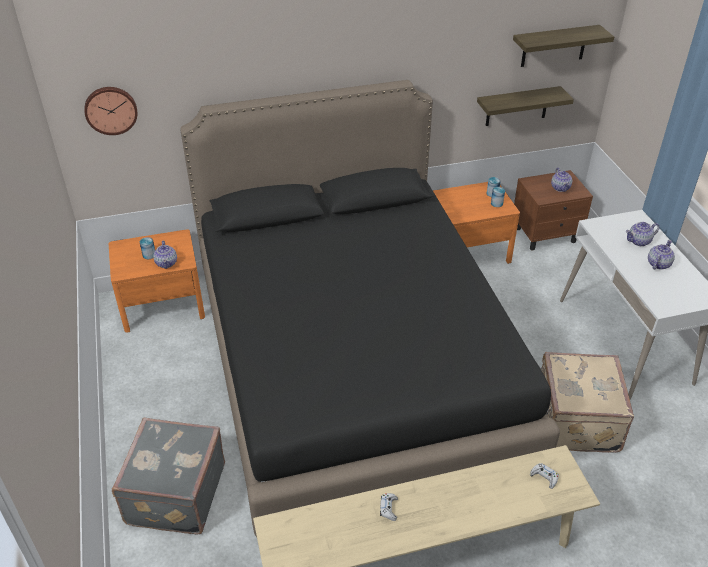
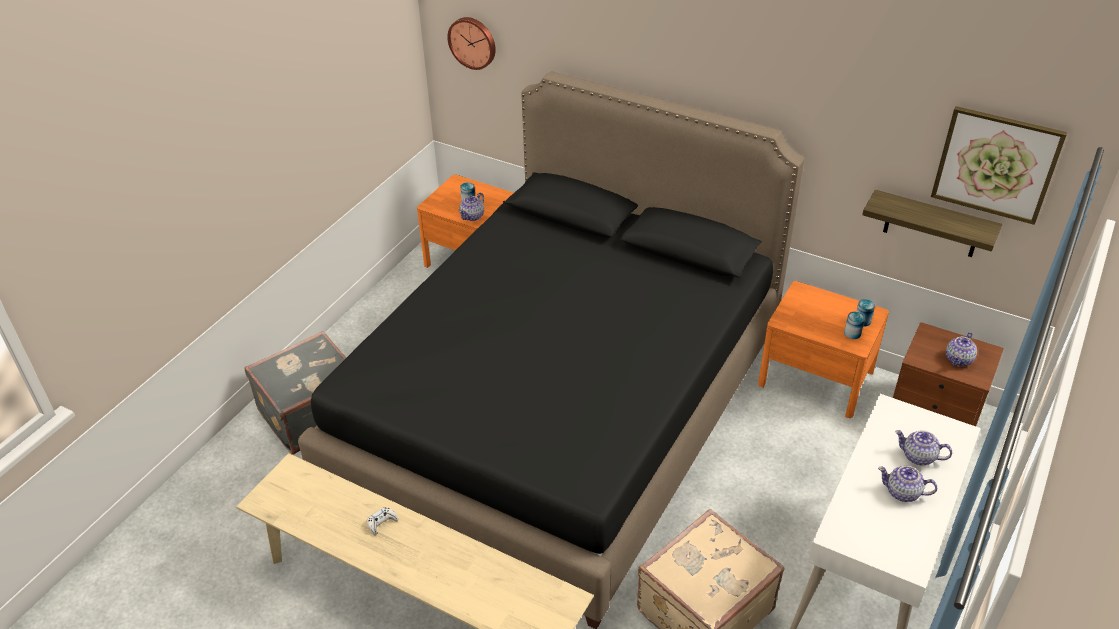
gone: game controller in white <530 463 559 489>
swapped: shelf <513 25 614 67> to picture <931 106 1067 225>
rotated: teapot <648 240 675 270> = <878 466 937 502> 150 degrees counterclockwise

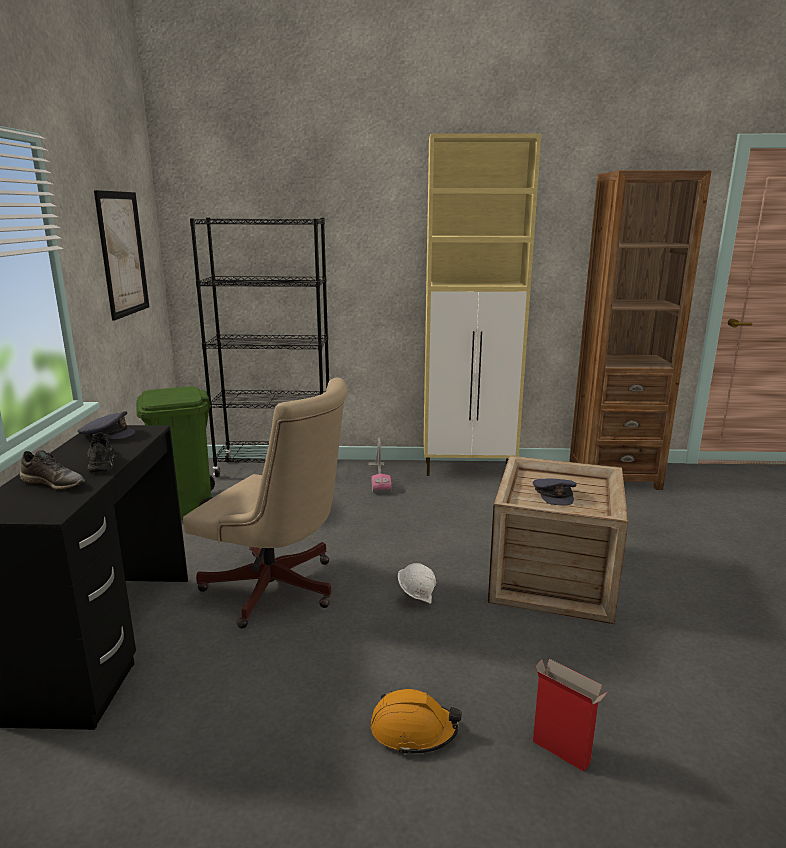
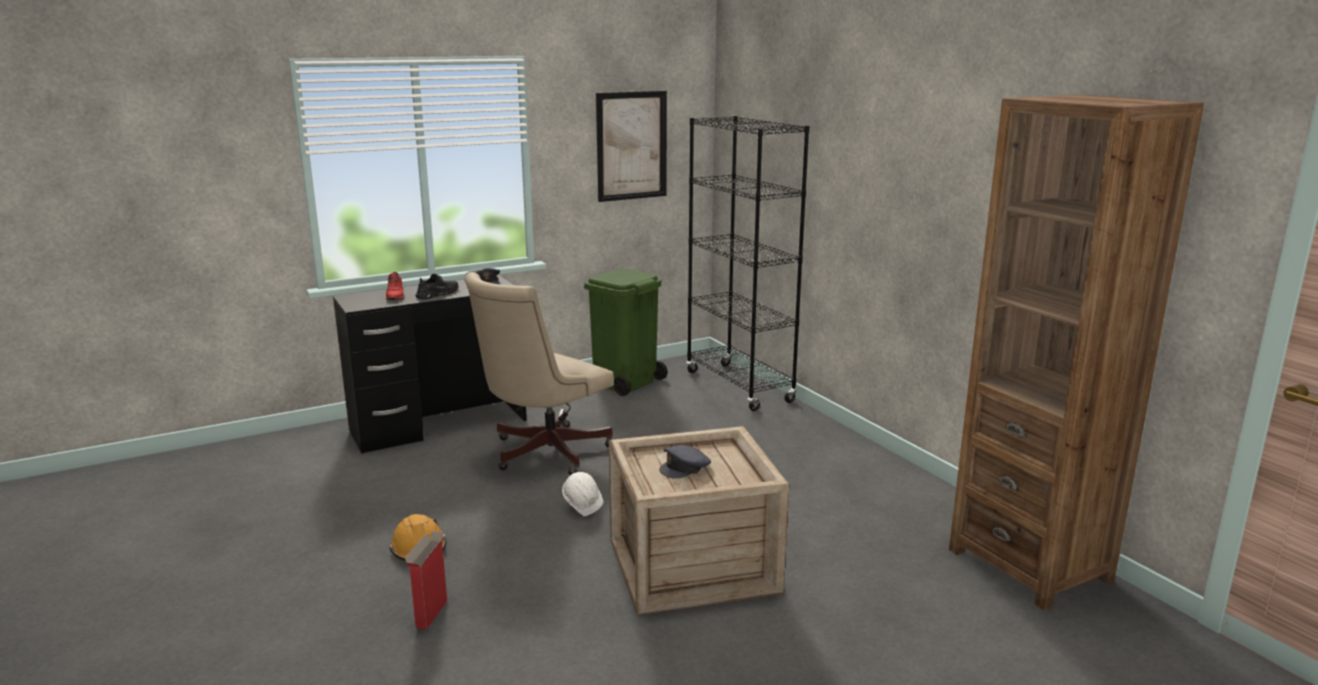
gone: cabinet in beige <423 133 541 476>; vacuum cleaner <368 438 392 493>
repainted: shoe in grey <19 450 85 490> to shoe in red <386 272 405 300>
rotated: office chair in beige <183 377 347 629> = <464 272 614 475> 45 degrees clockwise

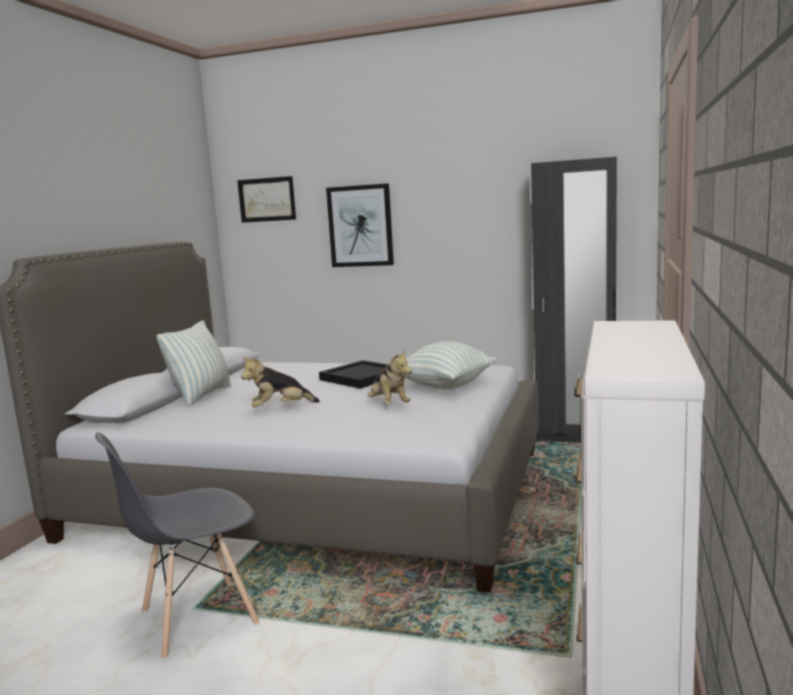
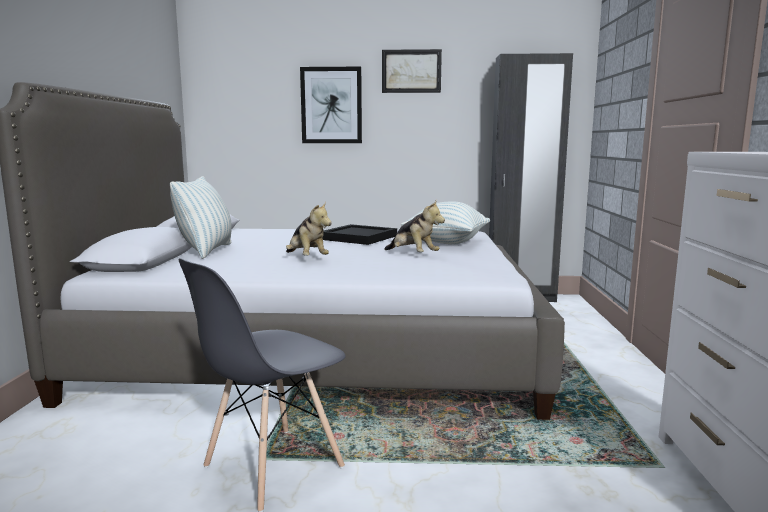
shifted: picture <237 176 296 223> to <382 49 442 93>
rotated: plush toy <241 356 320 407> = <286 201 332 256> 90 degrees counterclockwise

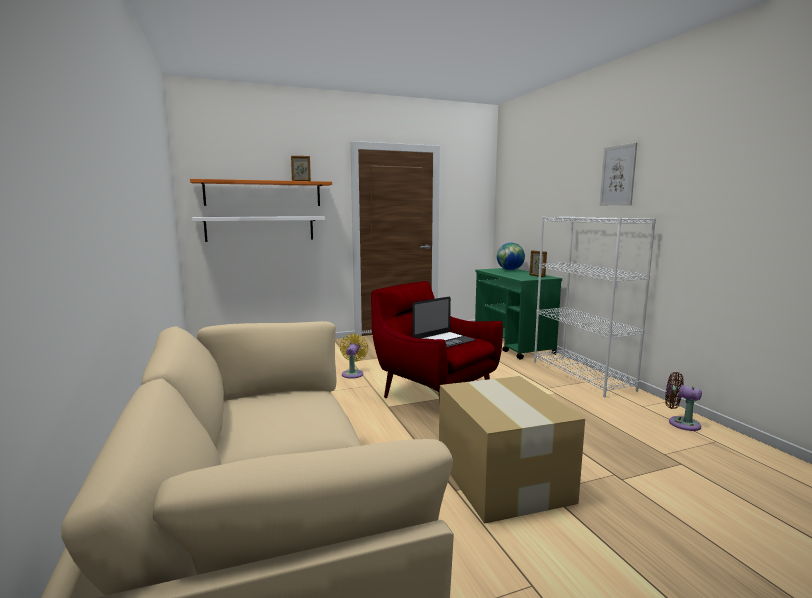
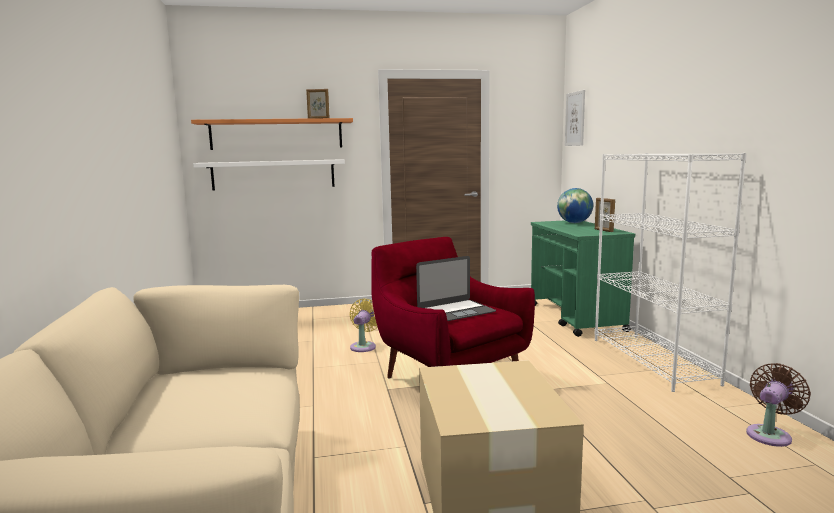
shifted: picture <600 142 637 205> to <565 90 585 146>
rotated: fan in brown <665 372 702 431> = <746 363 811 447> 90 degrees clockwise

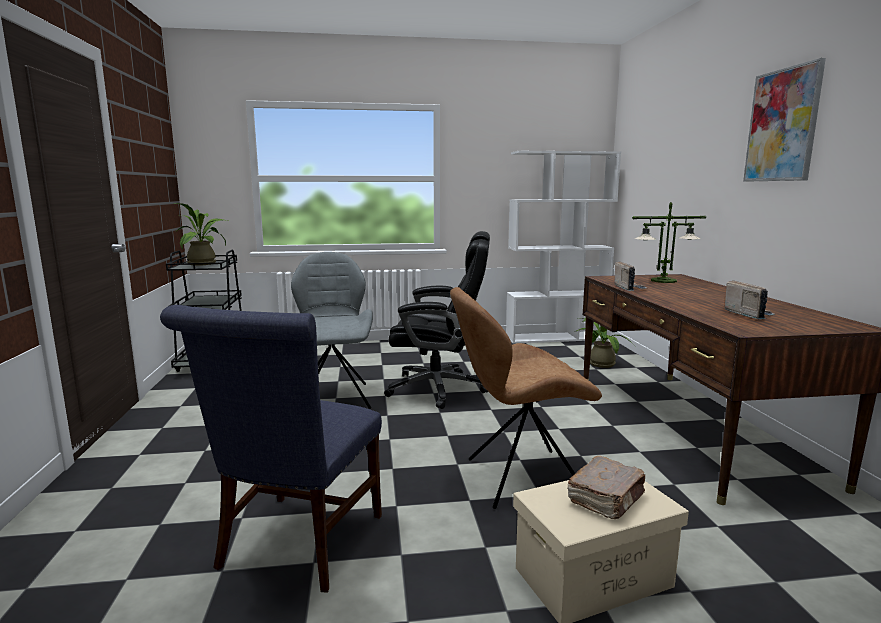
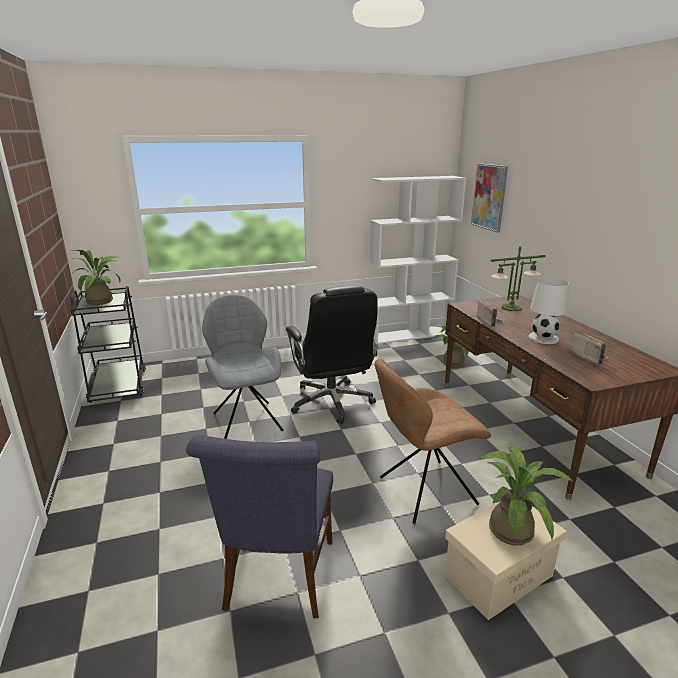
new: table lamp in white <528 278 569 344>
shifted: picture <743 58 826 182> to <471 163 508 233>
swapped: book in brown <567 456 645 519> to potted plant <479 443 575 546>
rotated: office chair in black <384 231 490 409> = <286 285 378 424> 75 degrees clockwise

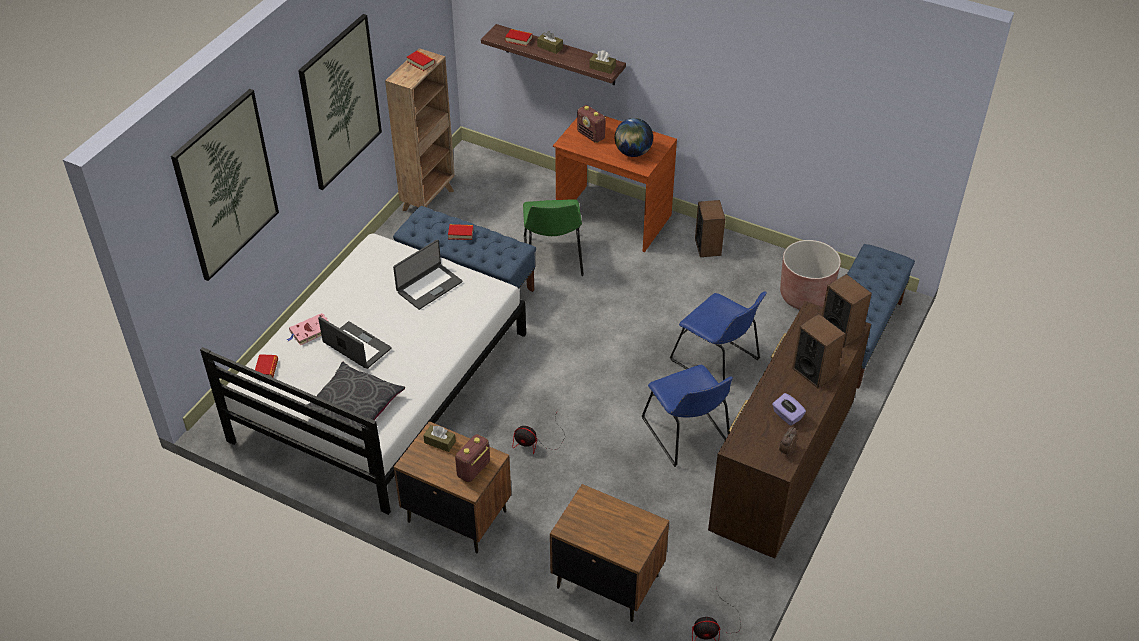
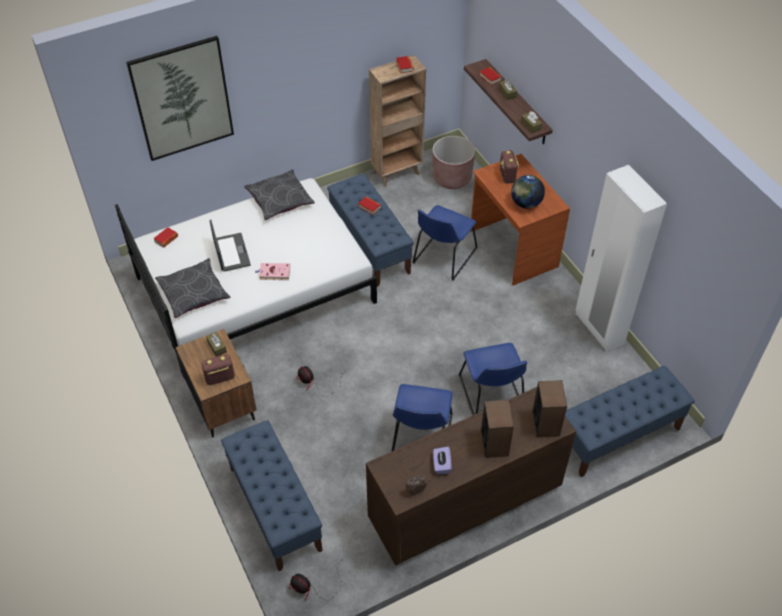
gone: picture <298 14 382 190>; speaker <695 200 725 257>; laptop <393 239 463 310>
new: wardrobe in white <575 165 667 352>; pillow in grey <244 169 314 220>
shifted: planter in brown <780 240 841 310> to <433 136 476 189>; book in pink <286 313 329 345> to <255 263 291 280>
swapped: nightstand in brown <550 484 669 622> to bench in blue <221 420 322 571>
repainted: chair in green <523 199 584 276> to chair in blue <412 205 478 281>

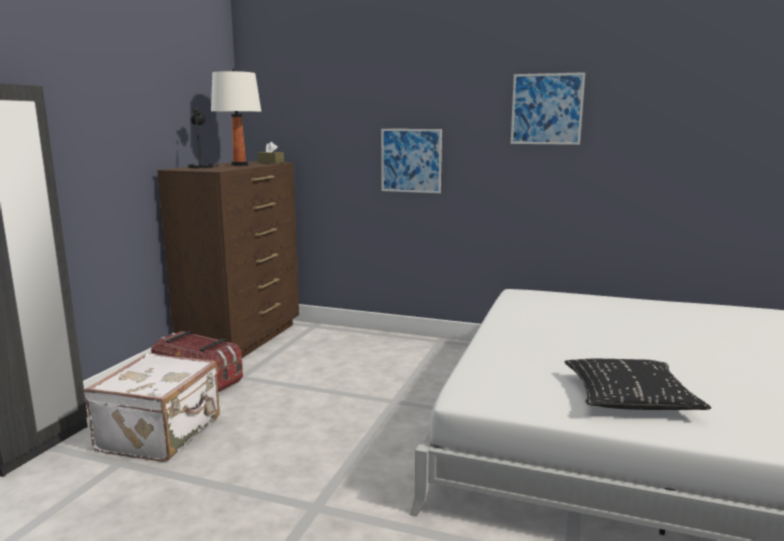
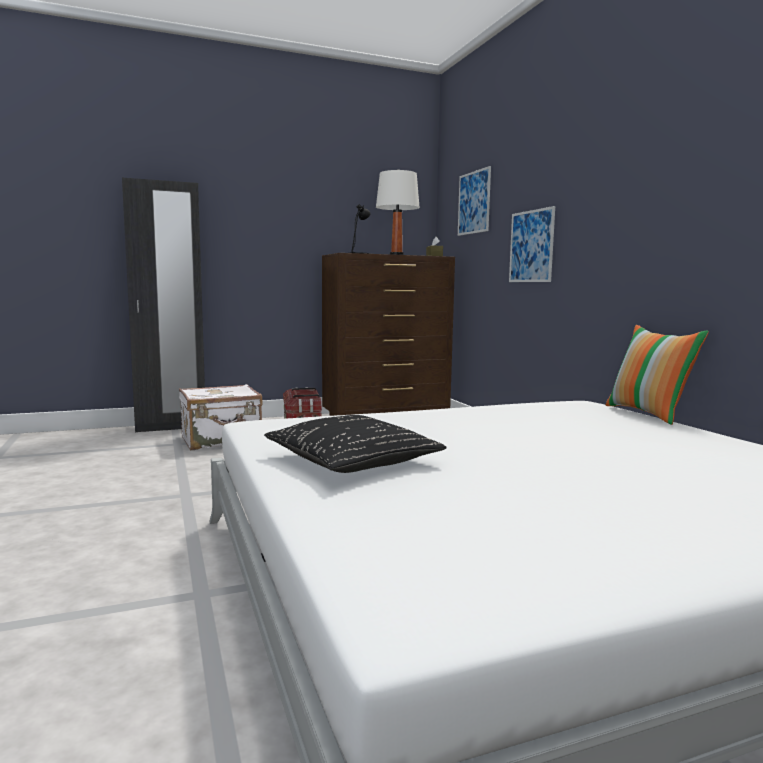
new: pillow <605 325 709 425>
shifted: picture <511 72 585 145> to <458 166 491 236>

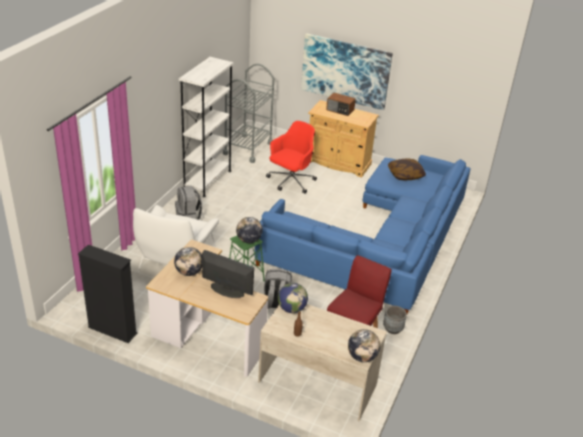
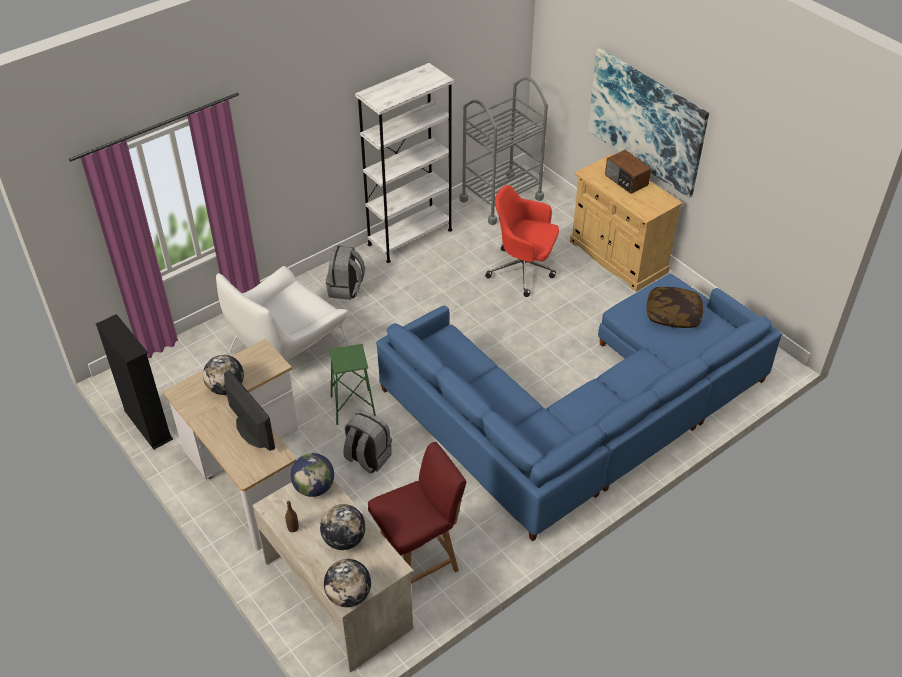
gone: planter in grey <383 306 407 334>
shifted: globe <236 217 263 243> to <320 504 366 550>
rotated: office chair in red <266 121 317 194> = <485 185 559 297> 135 degrees counterclockwise

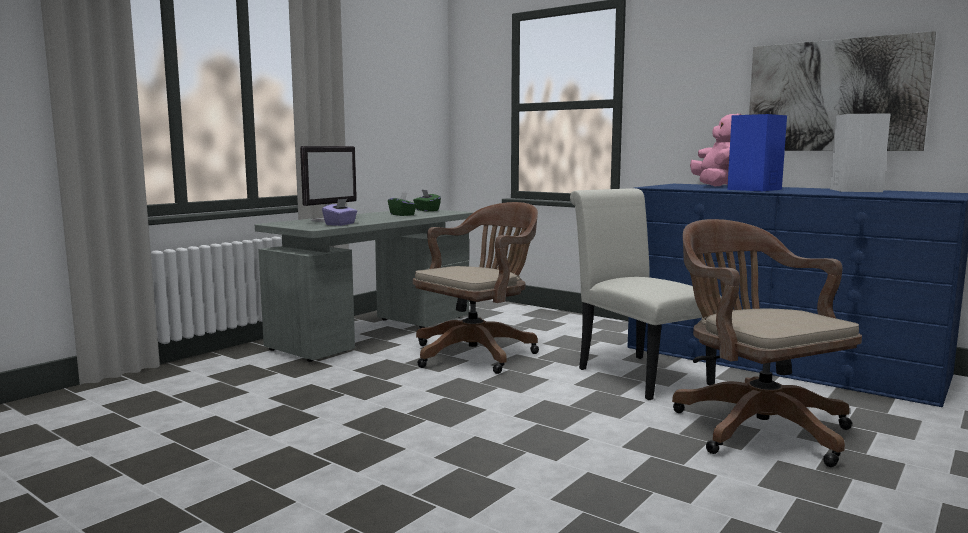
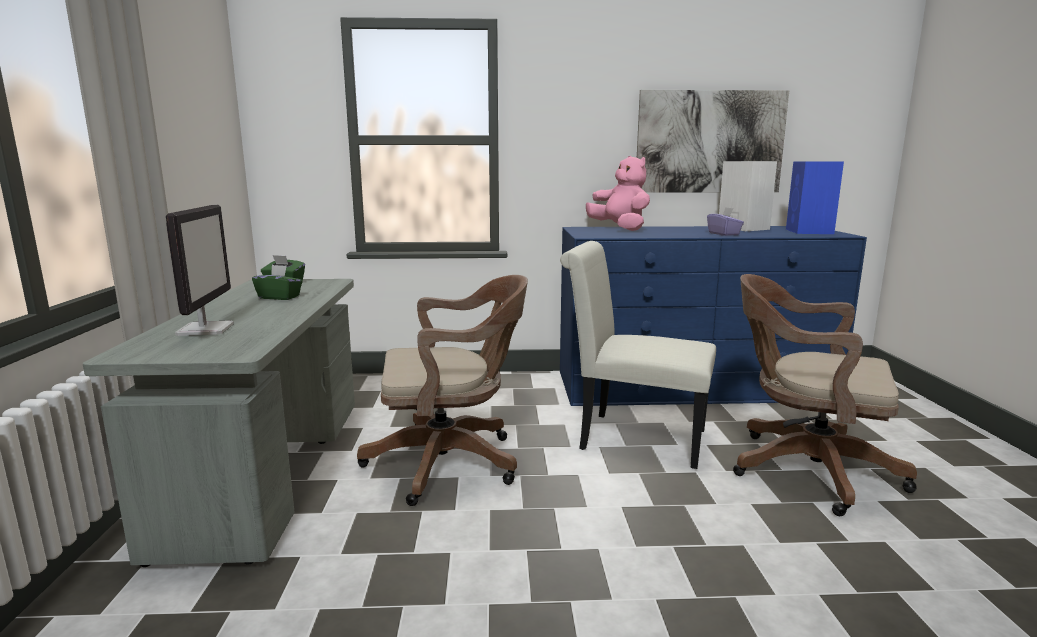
shifted: speaker in blue <727 114 787 191> to <786 161 844 234>; tissue box in purple <322 199 357 226> to <707 207 744 236>
rotated: office chair in brown <413 202 539 374> = <357 275 528 506> 75 degrees clockwise

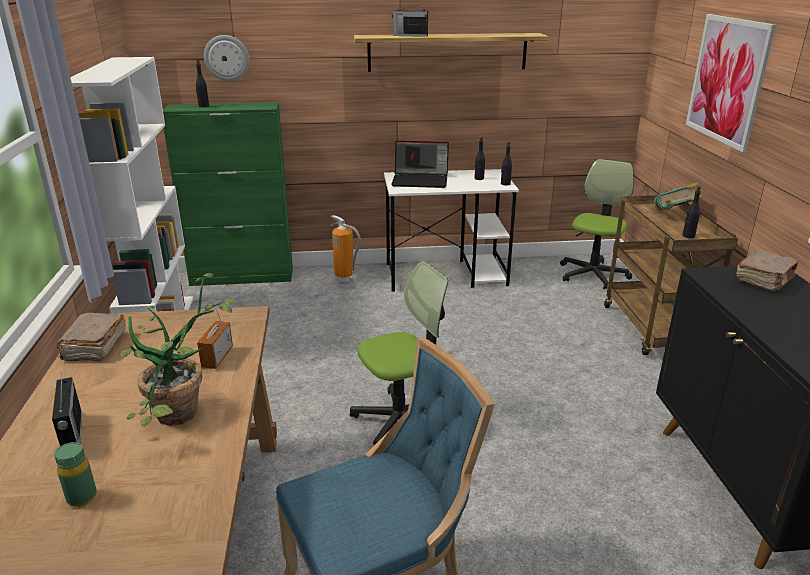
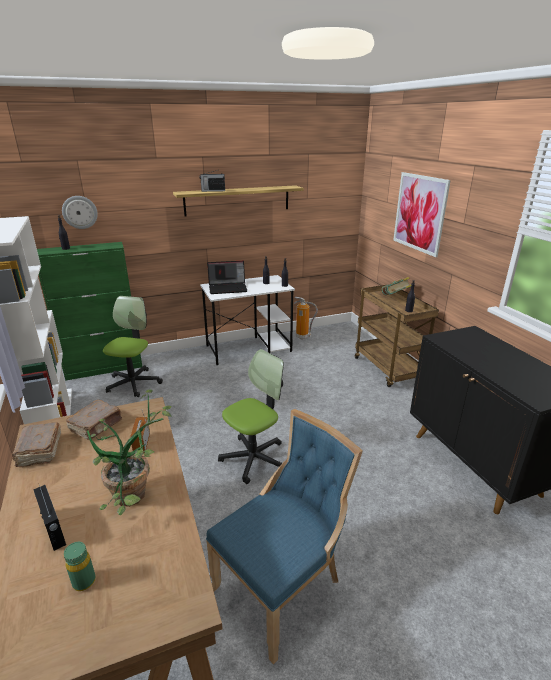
shifted: office chair <560 159 634 289> to <103 296 163 397>; fire extinguisher <330 215 361 284> to <294 297 318 339>; book in brown <736 249 798 291> to <66 400 122 440>

